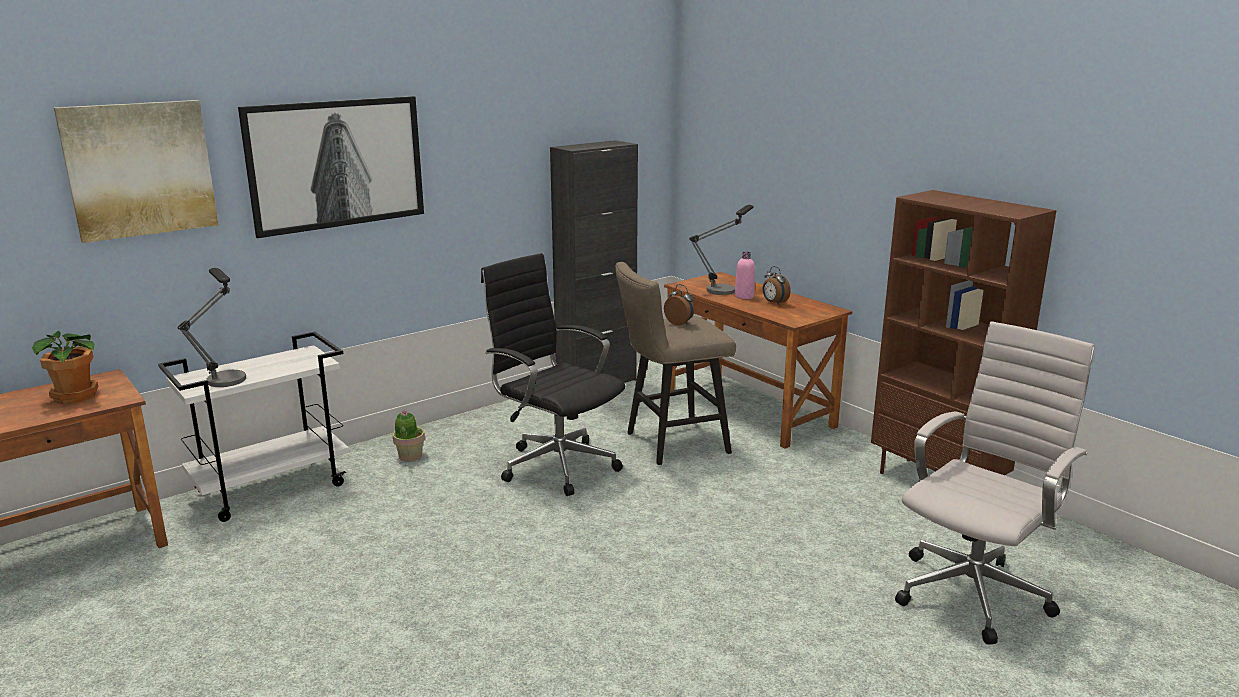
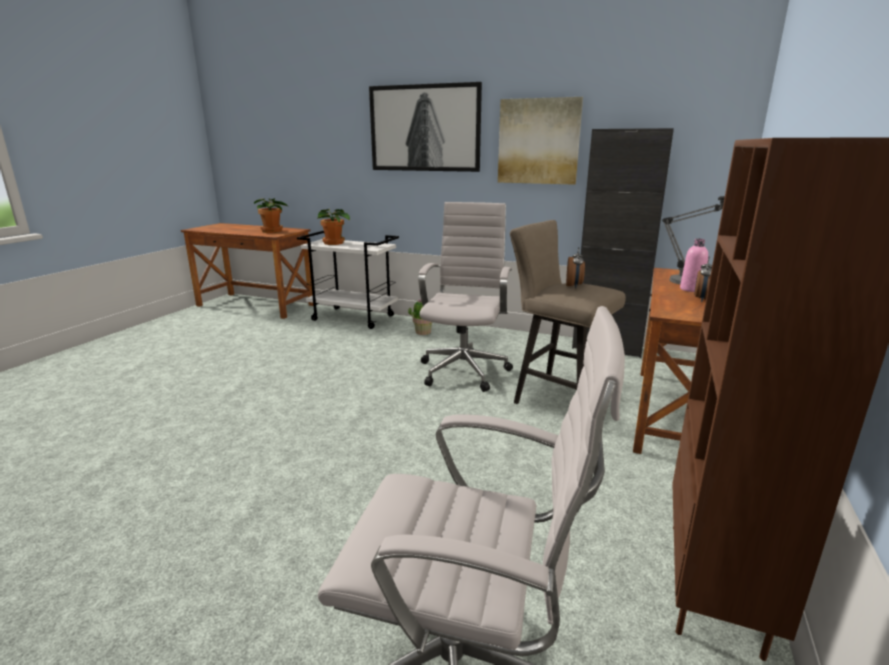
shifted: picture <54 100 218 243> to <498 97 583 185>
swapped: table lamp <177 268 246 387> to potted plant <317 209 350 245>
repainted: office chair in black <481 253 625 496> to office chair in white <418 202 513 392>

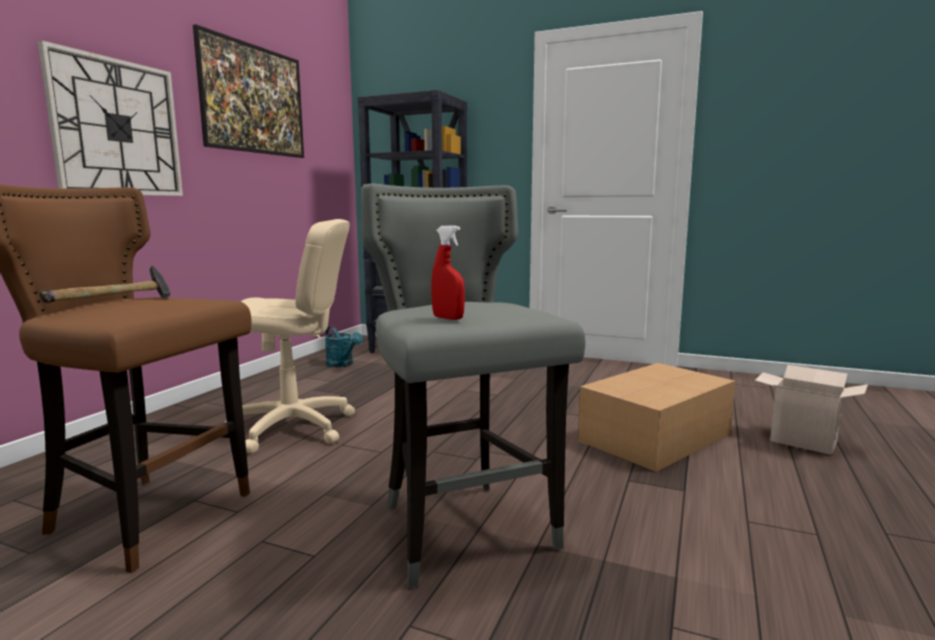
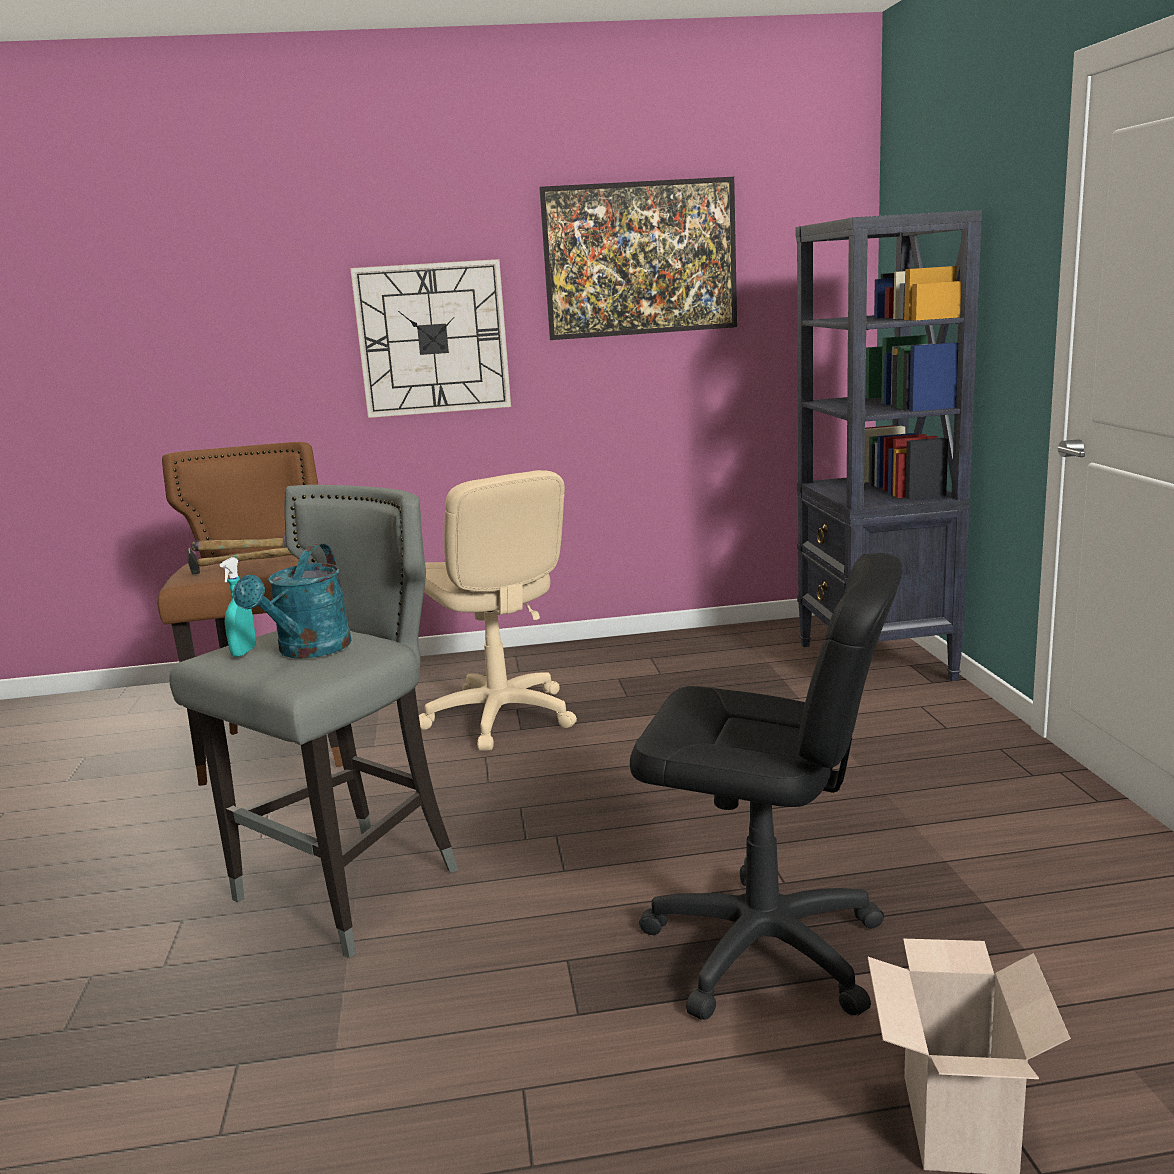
new: hammer <188 548 293 575>
shifted: watering can in turquoise <325 326 363 367> to <233 543 351 658>
swapped: cardboard box <578 363 735 472> to office chair in black <630 553 902 1020>
repainted: spray bottle in red <431 226 465 320> to spray bottle in turquoise <220 557 256 657>

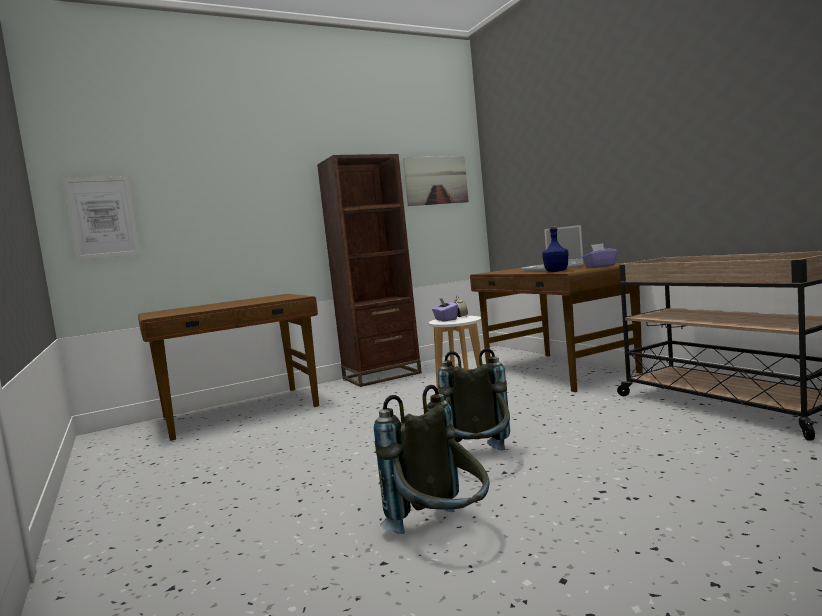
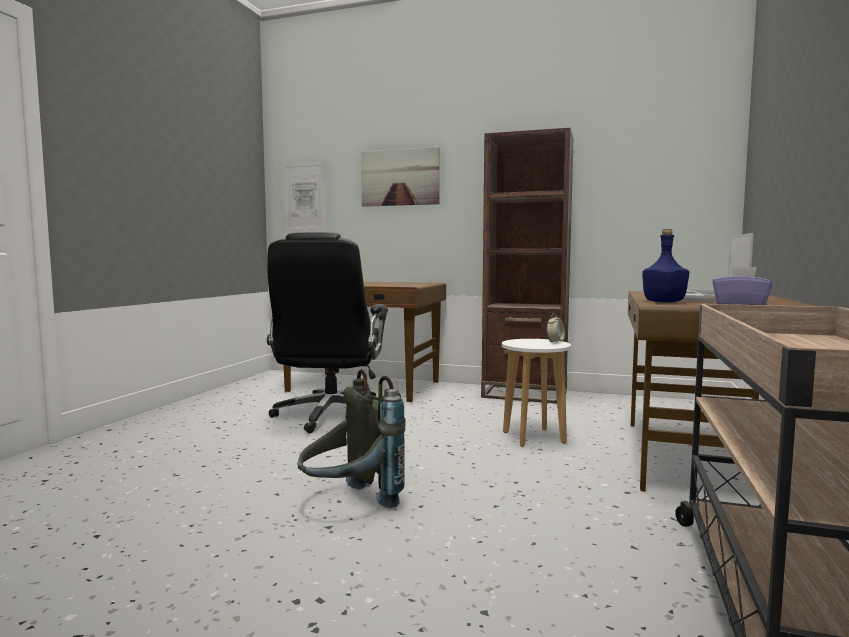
gone: tissue box in purple <432 298 458 321>; backpack in grey <374 385 489 534>
new: office chair in black <267 232 388 433>
shifted: picture <403 156 469 206> to <361 147 440 207>

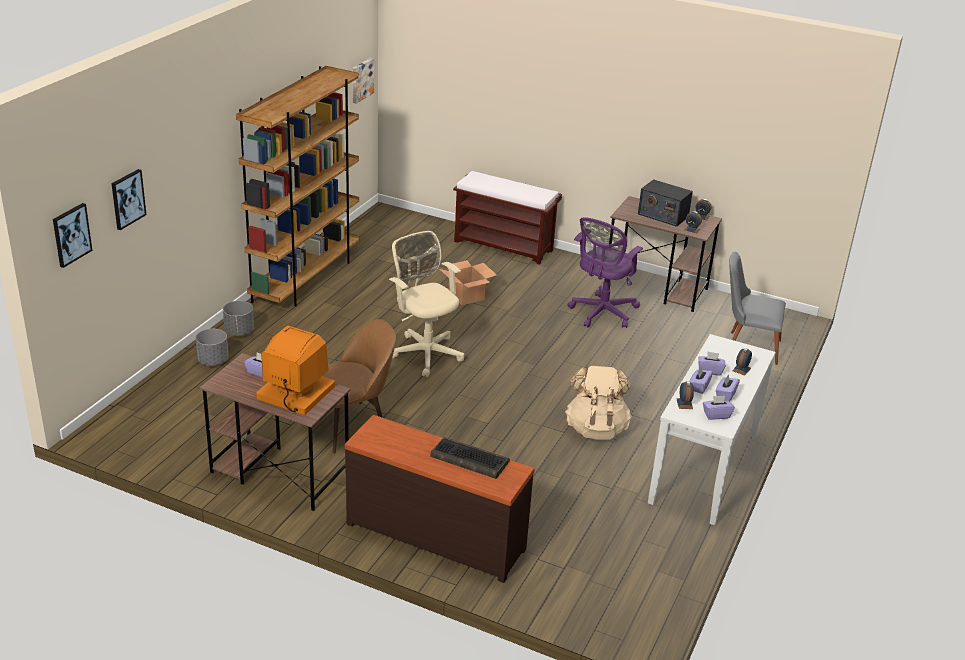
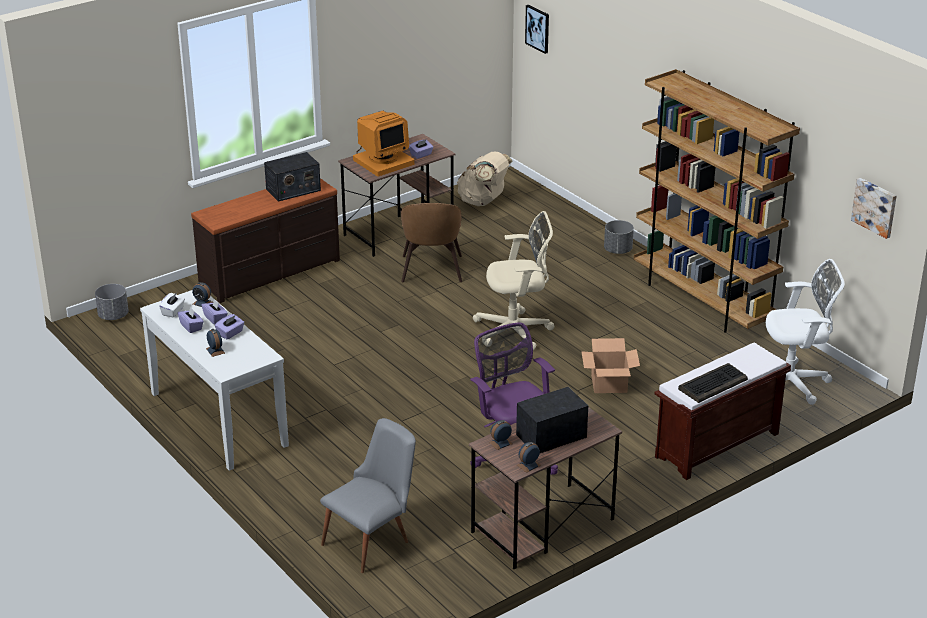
gone: picture <111 169 147 230>
new: radio <264 152 321 202>; office chair in white <766 259 845 405>
shifted: planter in grey <196 329 228 365> to <95 284 129 320>; backpack in beige <565 366 632 440> to <457 152 513 206>; keyboard <430 437 510 479> to <678 363 748 403>
repainted: tissue box in purple <703 396 735 420> to tissue box in white <159 293 185 317>

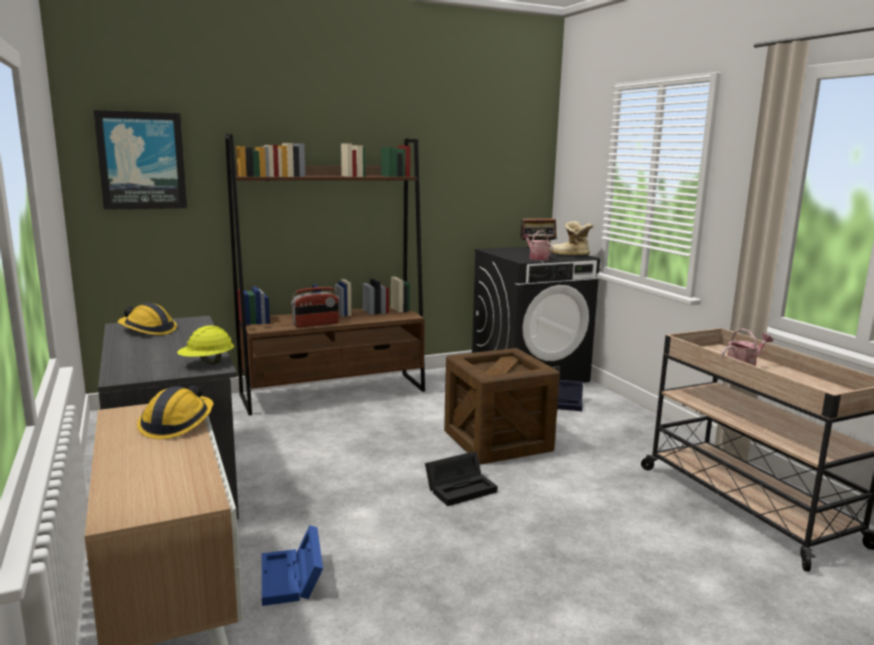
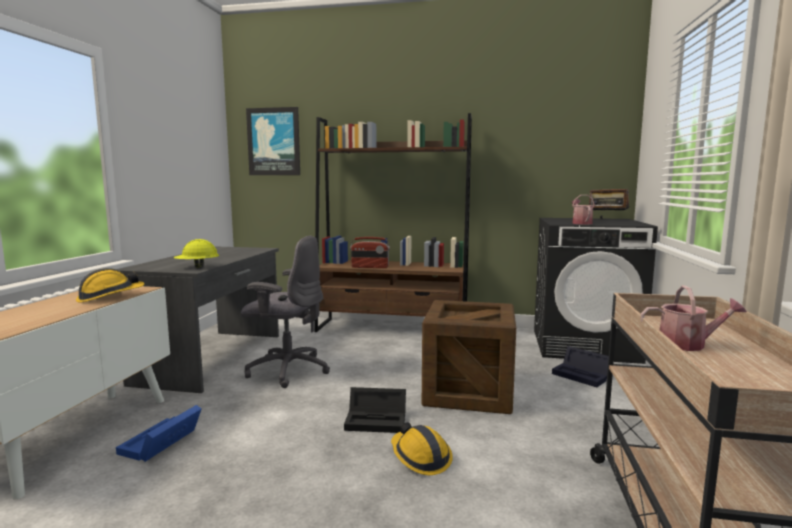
gone: boot <549 221 593 255>
new: office chair in grey <241 236 330 388>
shifted: hard hat <118 303 177 335> to <391 422 453 475>

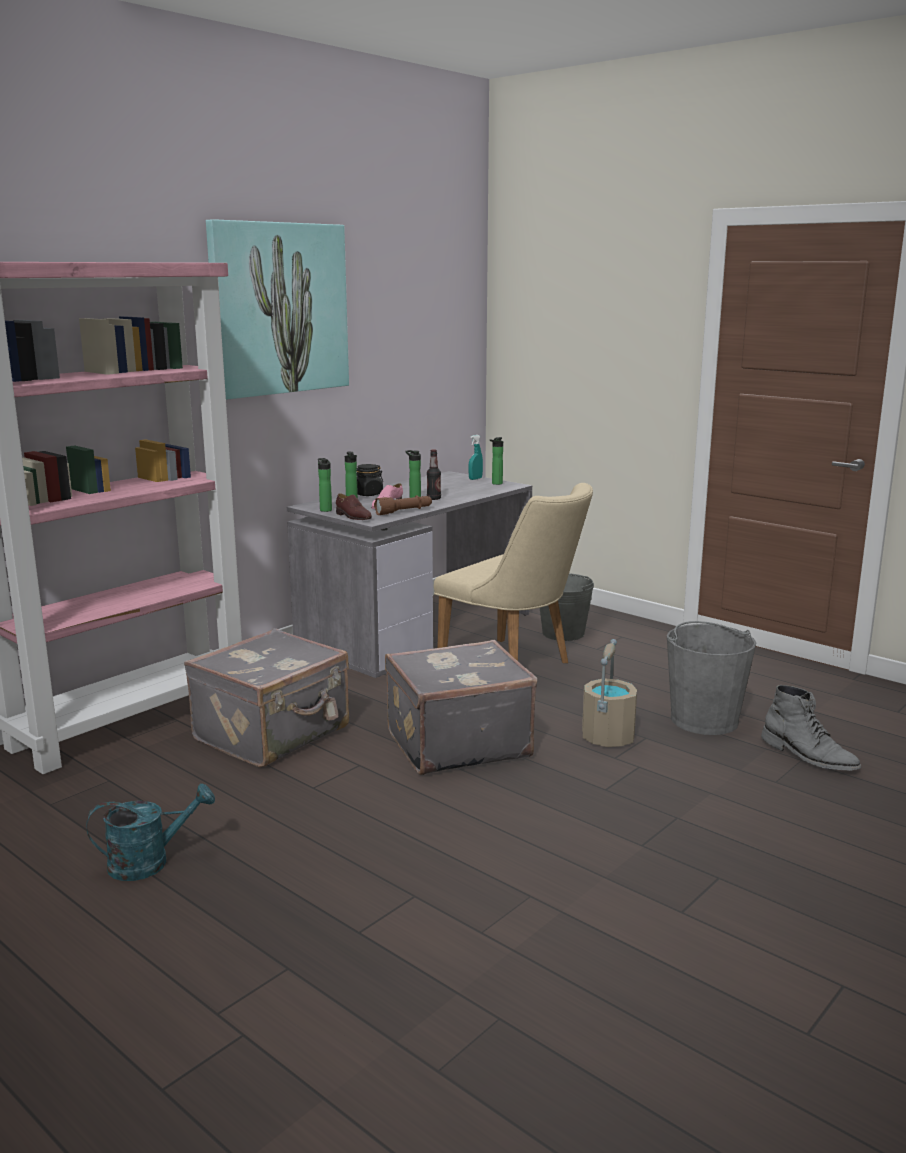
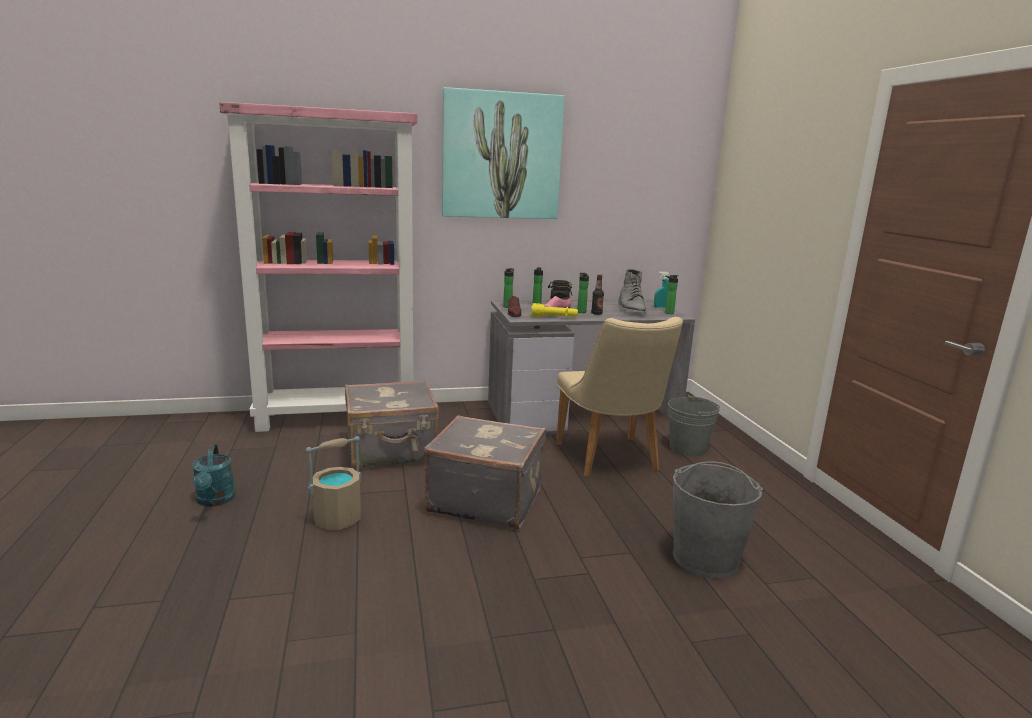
shifted: bucket in beige <582 639 637 747> to <305 436 362 530>; boot in grey <761 685 861 771> to <618 269 646 314>
repainted: flashlight in brown <374 495 432 515> to flashlight in yellow <531 303 578 318>
rotated: watering can in turquoise <86 783 215 881> = <192 444 236 507> 60 degrees clockwise

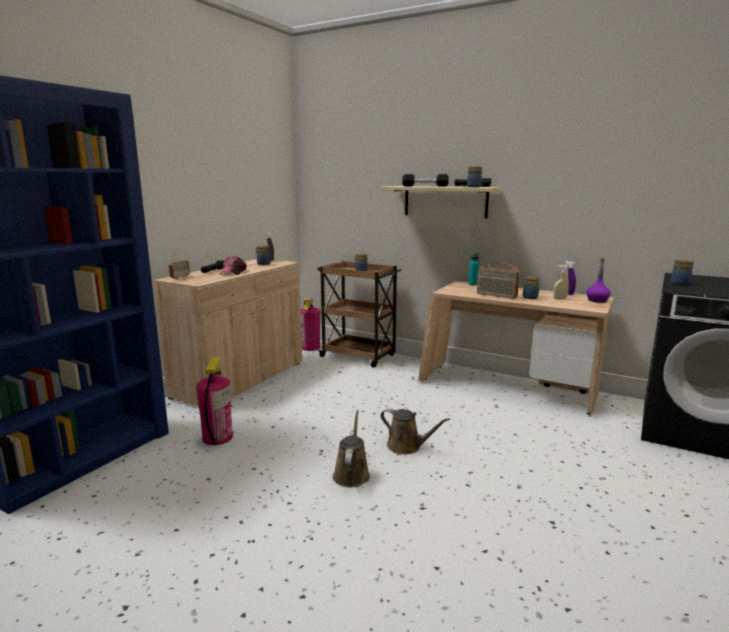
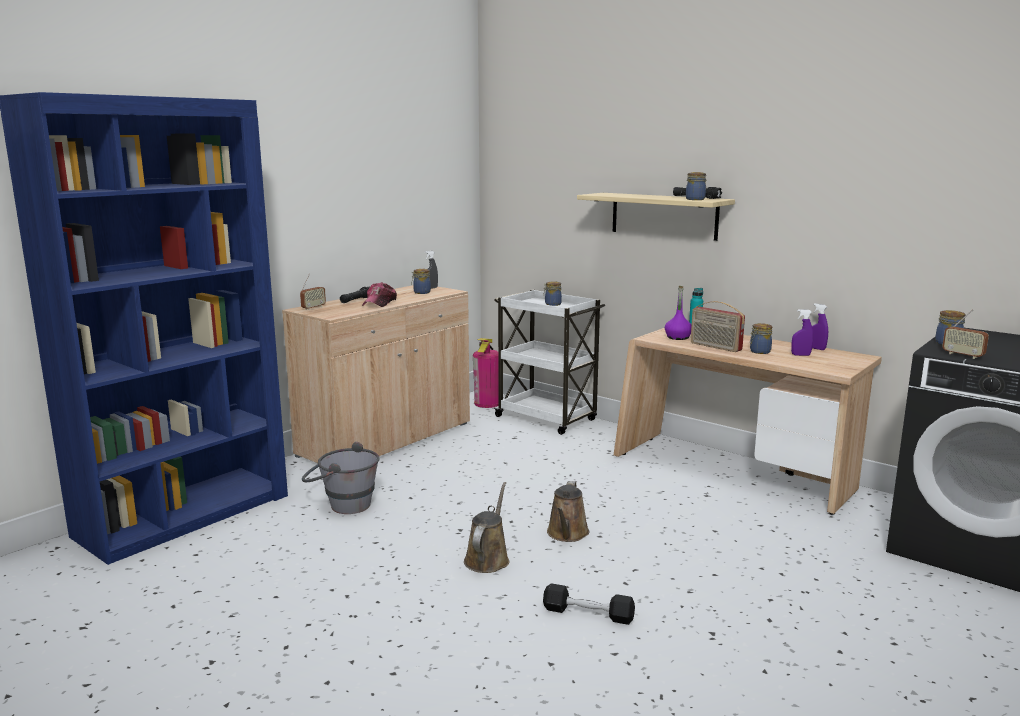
new: radio <942 309 989 359>
shifted: dumbbell in black <402 174 449 187> to <543 583 635 625>; bottle in purple <586 258 611 303> to <665 286 692 340>
swapped: fire extinguisher <196 357 233 445> to bucket in grey <302 442 380 514>
repainted: cart in brown <317 261 401 368> to cart in white <493 290 605 435>; spray bottle in beige <553 265 569 299> to spray bottle in purple <791 309 813 356>
rotated: watering can in brown <381 408 450 455> = <547 481 589 542> 60 degrees clockwise

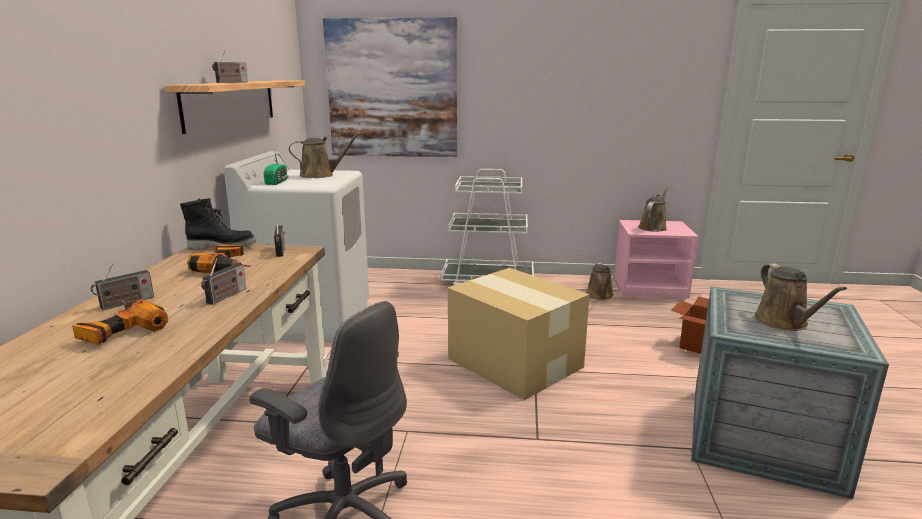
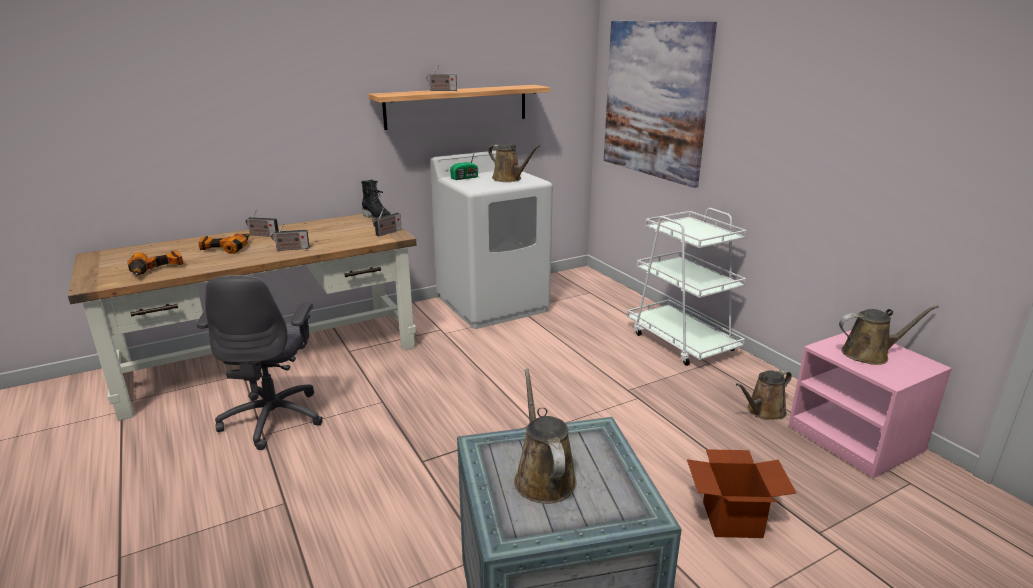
gone: cardboard box <448 268 590 400>
shifted: power drill <187 245 251 273> to <127 251 184 277>
rotated: watering can in brown <754 264 847 331> = <514 369 577 504> 120 degrees clockwise

